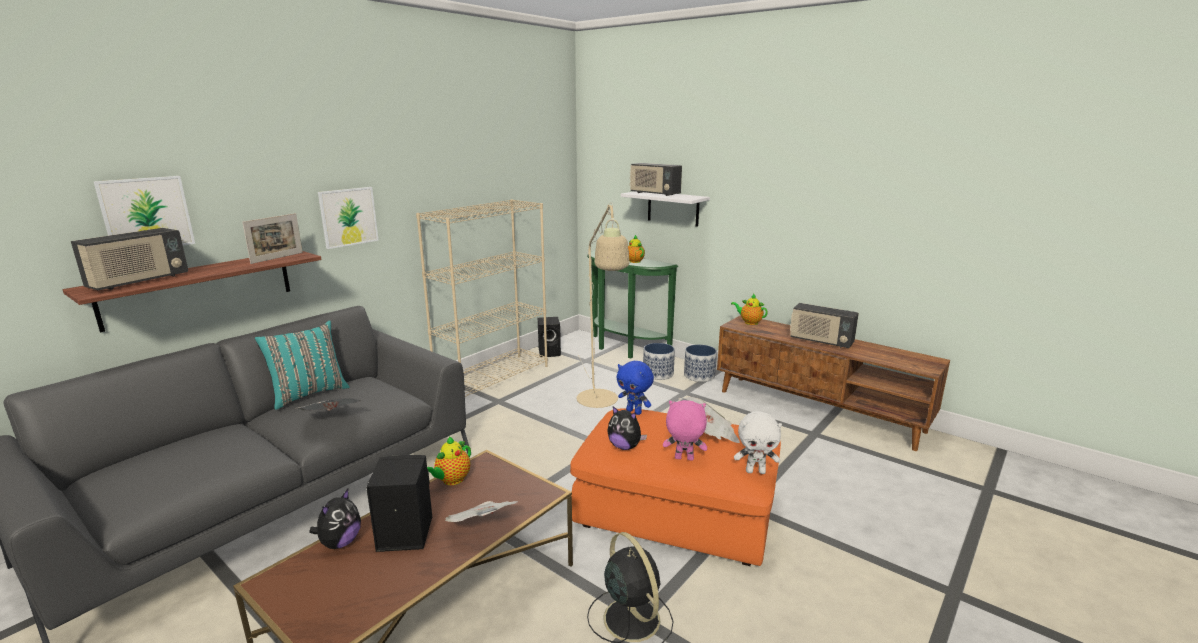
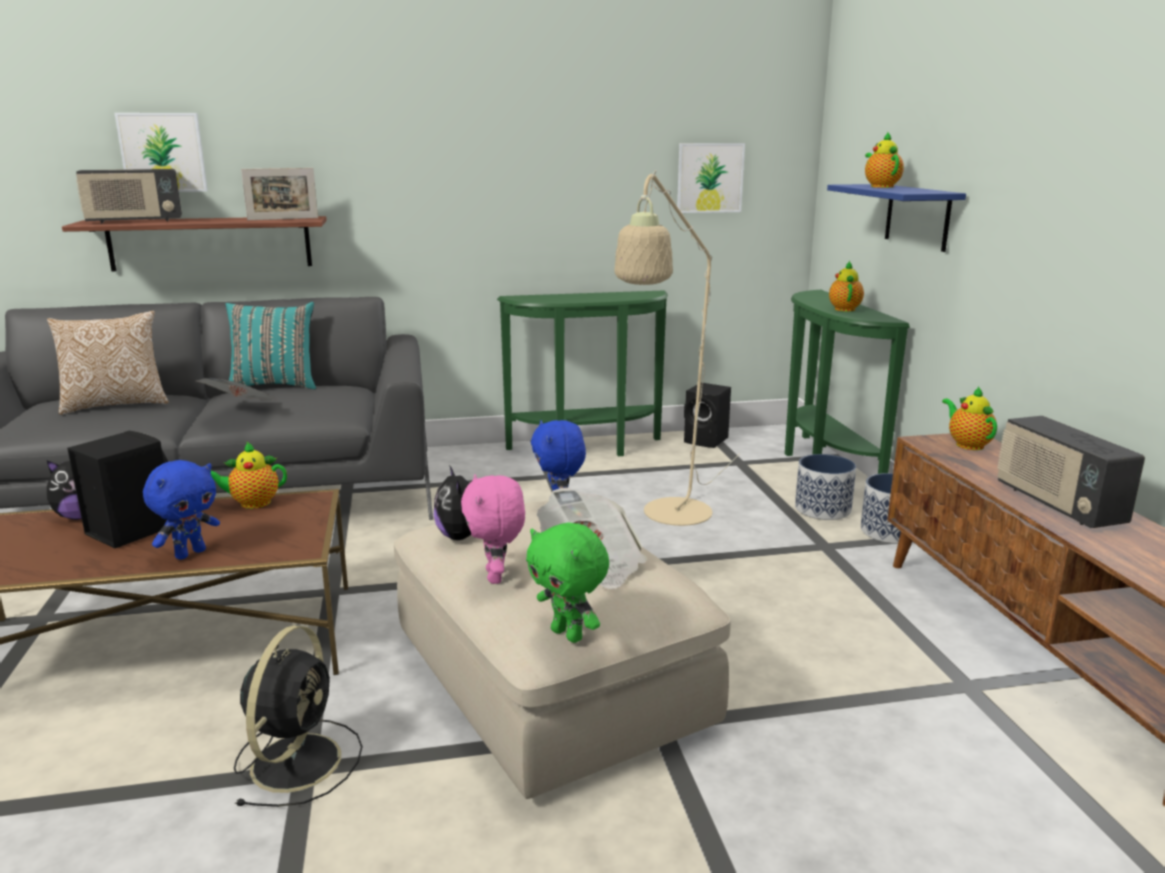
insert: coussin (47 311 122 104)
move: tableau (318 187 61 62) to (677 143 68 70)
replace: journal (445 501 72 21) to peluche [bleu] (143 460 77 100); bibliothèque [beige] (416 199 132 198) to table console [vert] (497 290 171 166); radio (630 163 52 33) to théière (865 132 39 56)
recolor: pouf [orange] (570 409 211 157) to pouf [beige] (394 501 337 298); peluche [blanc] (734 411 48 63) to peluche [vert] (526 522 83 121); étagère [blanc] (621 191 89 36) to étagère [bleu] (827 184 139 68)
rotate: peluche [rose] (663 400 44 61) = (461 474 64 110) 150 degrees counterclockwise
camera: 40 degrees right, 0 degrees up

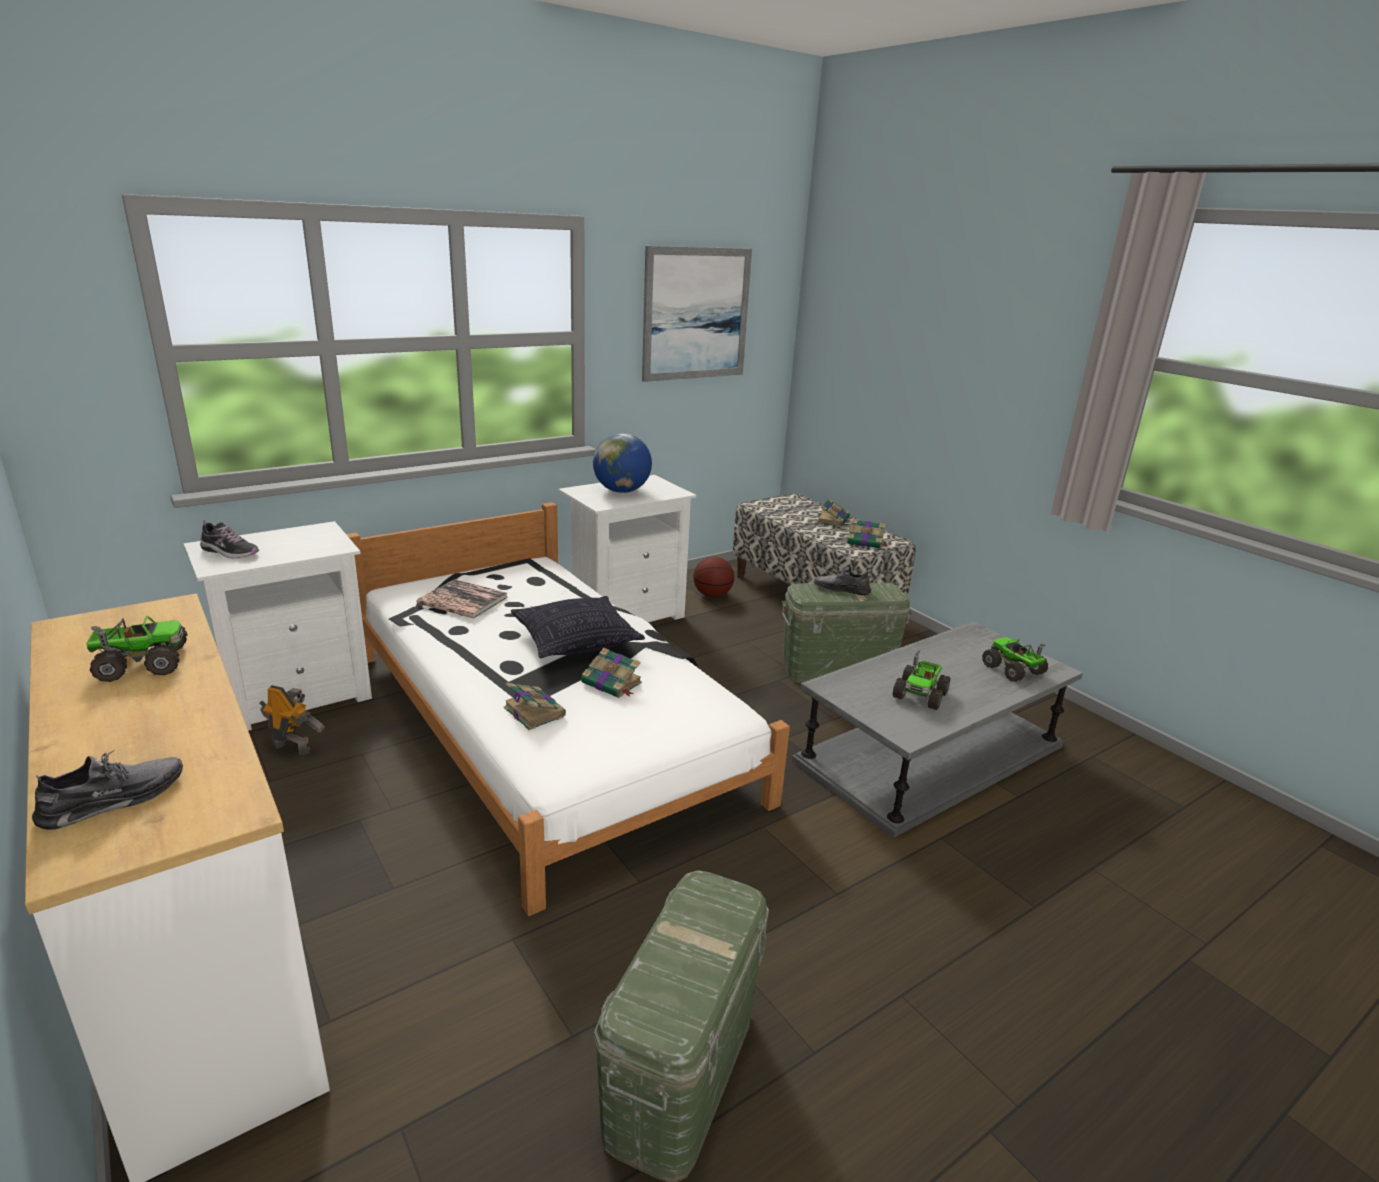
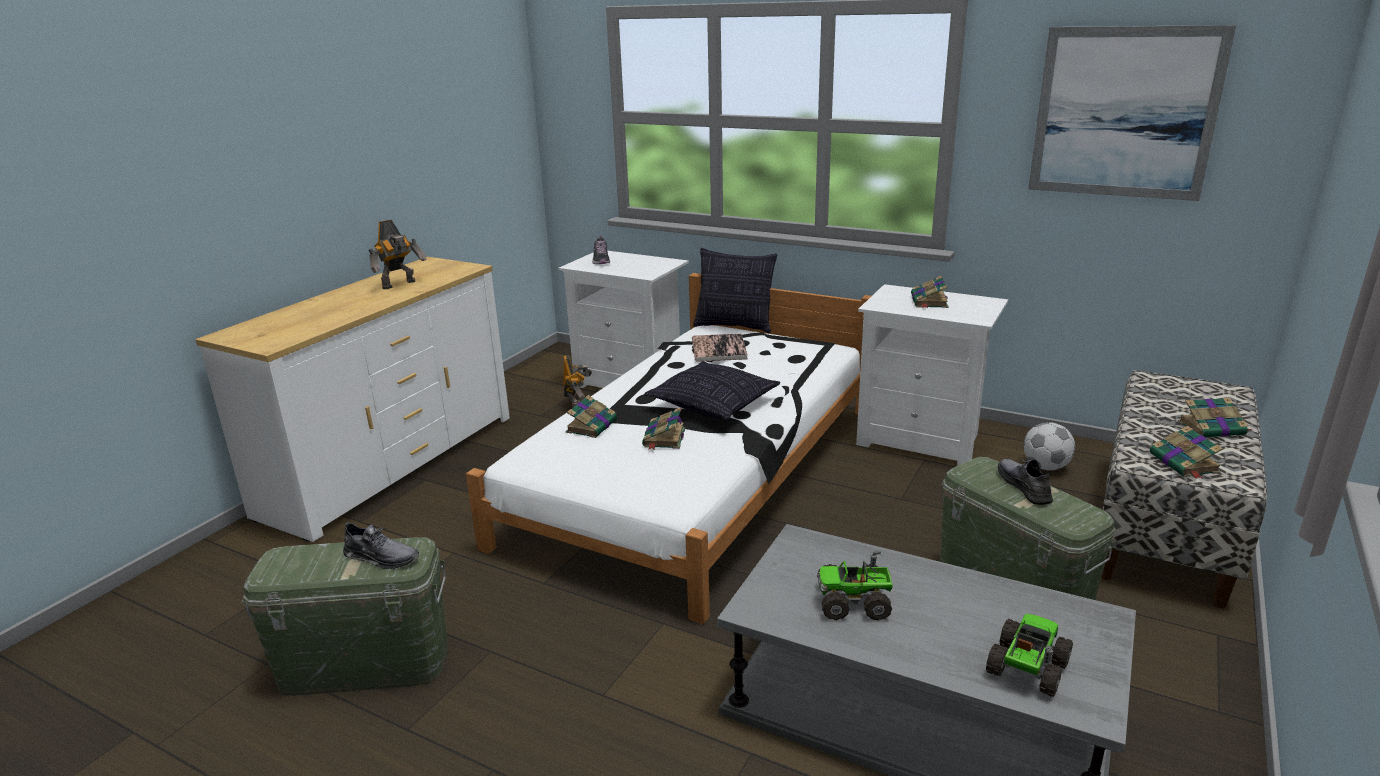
insert: coussin (693 248 84 85)
move: chaussure [gris] (32 750 151 80) to (343 522 76 47)
replace: camion jouet (86 615 102 67) to robot jouet (369 220 57 69); globe (593 433 59 60) to livre (911 276 38 32); ballon de basket (694 557 40 40) to ballon de foot (1023 422 52 49)
camera: 65 degrees right, 0 degrees up

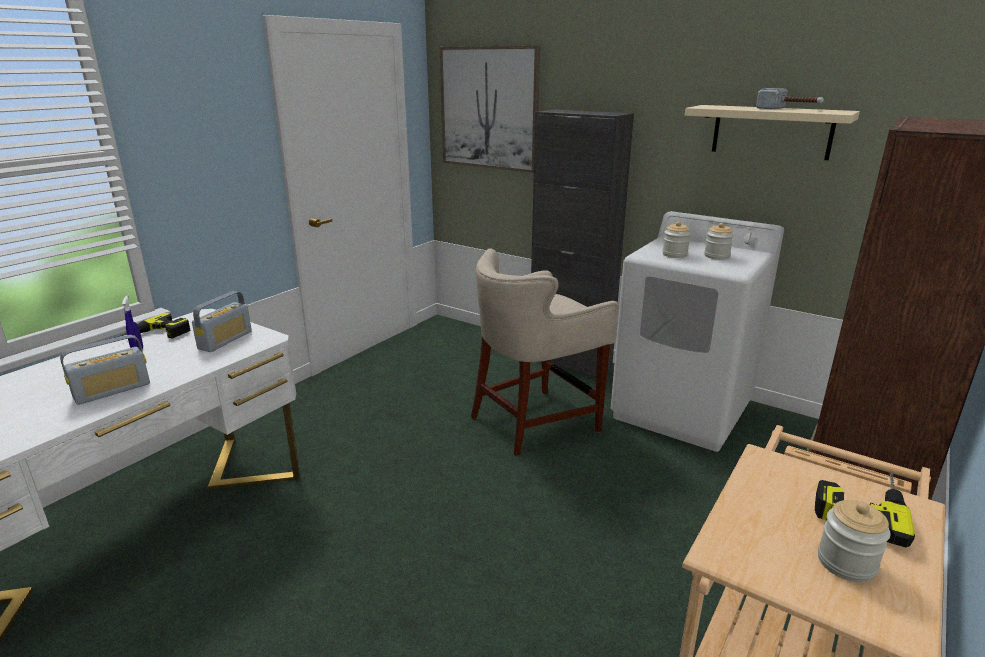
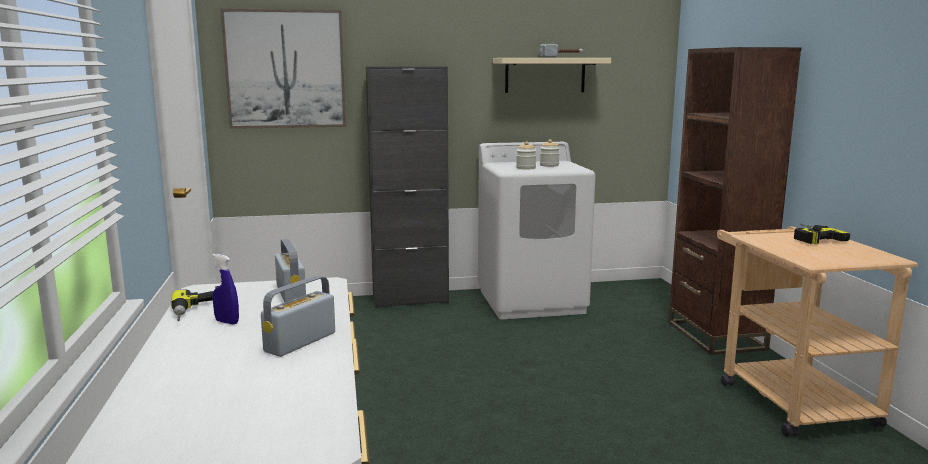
delete: tabouret [beige] (471 248 148 208); bocal (818 500 72 83)
rotate: radio (60 335 90 70) = (261 276 74 81) 150 degrees counterclockwise
camera: 45 degrees left, 10 degrees down

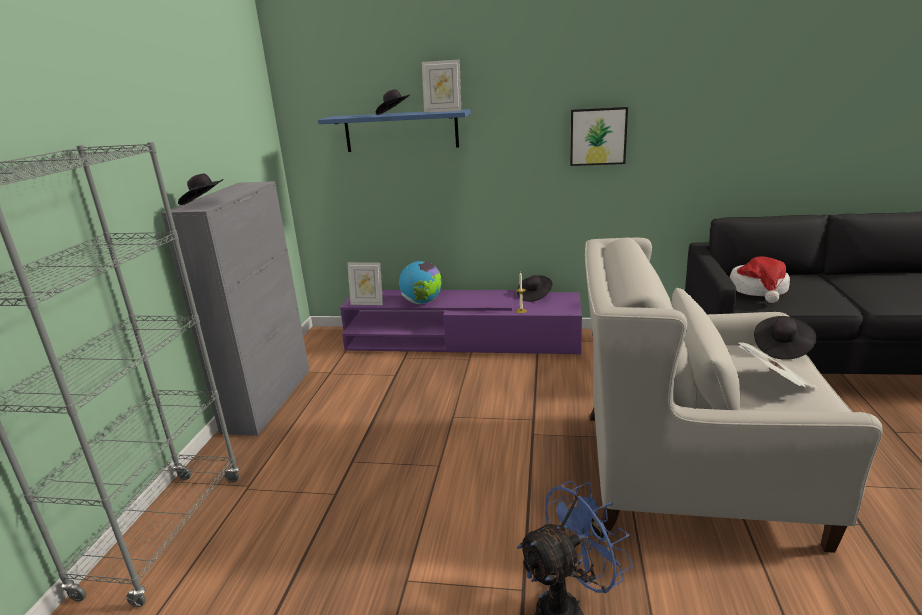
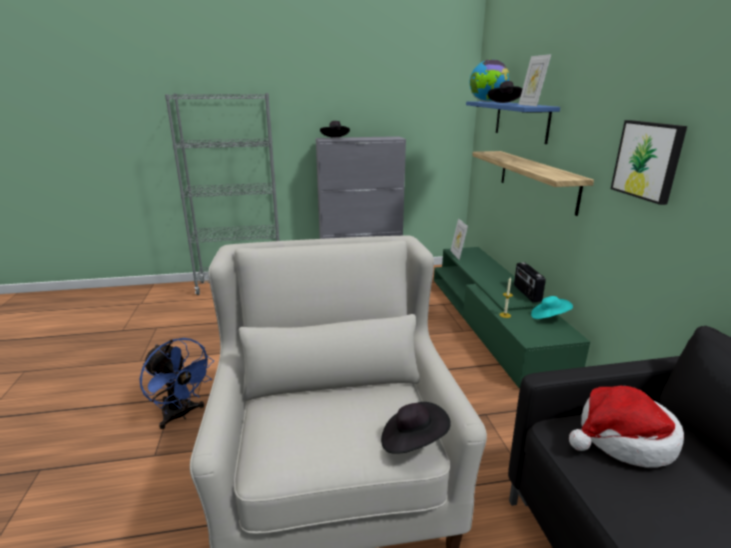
delete: journal (738 342 82 47)
insert: étagère (472 151 122 65); radio (514 263 32 40)
move: globe (399 261 43 43) to (470 60 39 42)
recolor: meuble télé [violet] (340 290 242 64) to meuble télé [vert] (434 247 156 141); chapeau [noir] (517 275 35 27) to chapeau [turquoise] (531 296 42 23)
camera: 70 degrees right, 0 degrees up

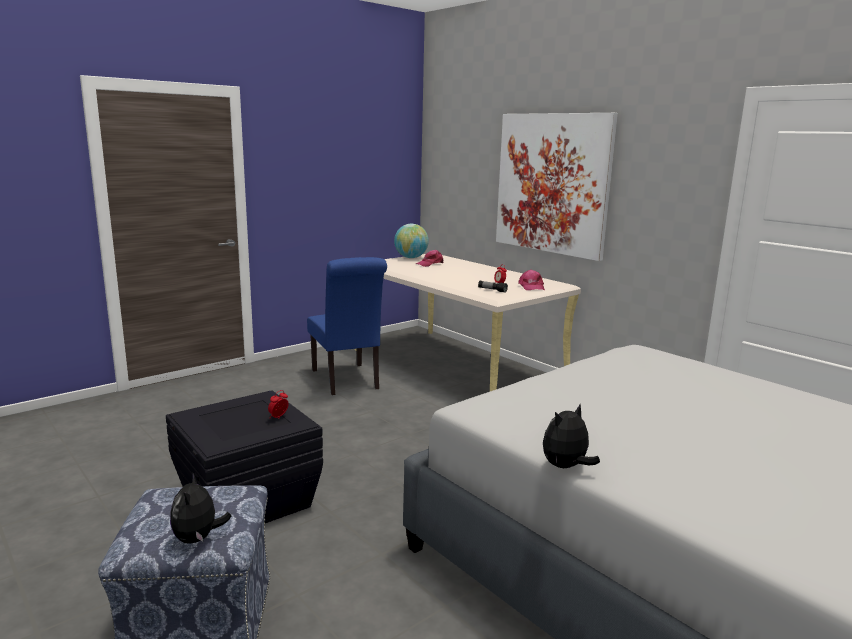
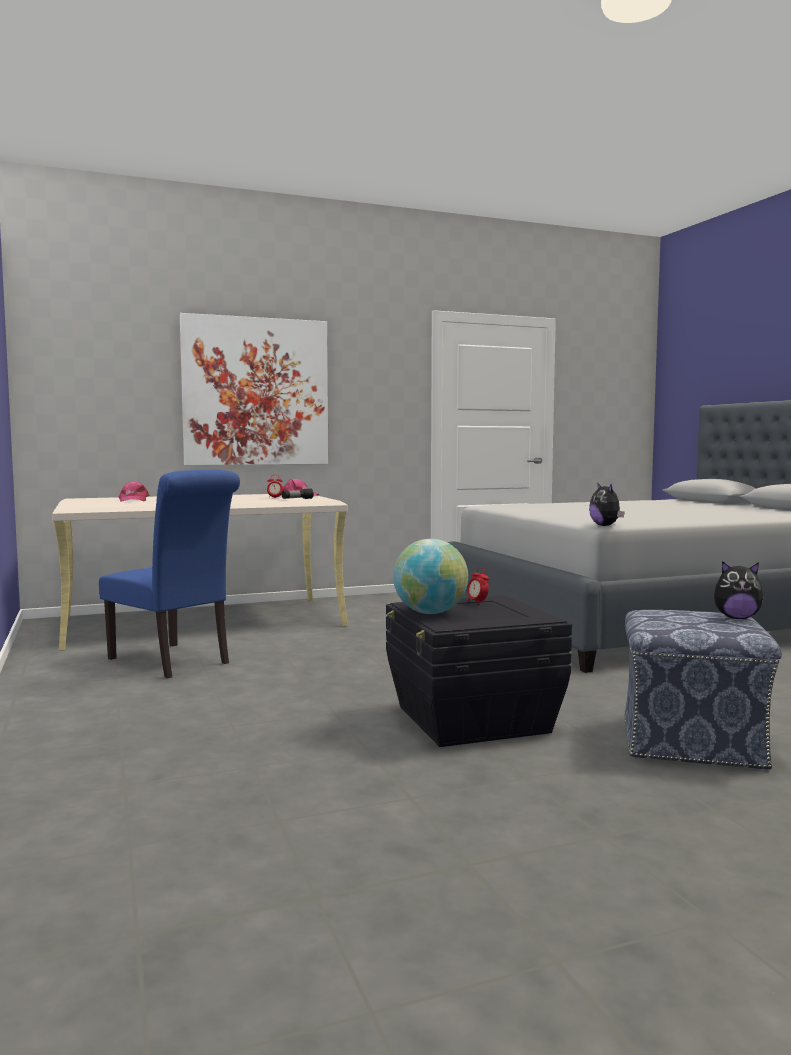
move: globe (394 224 35 34) to (393 539 75 75); peluche (543 404 57 64) to (589 482 35 44)
rotate: chaise [bleu] (307 257 80 138) = (99 470 141 208) 45 degrees clockwise
camera: 70 degrees left, 10 degrees down

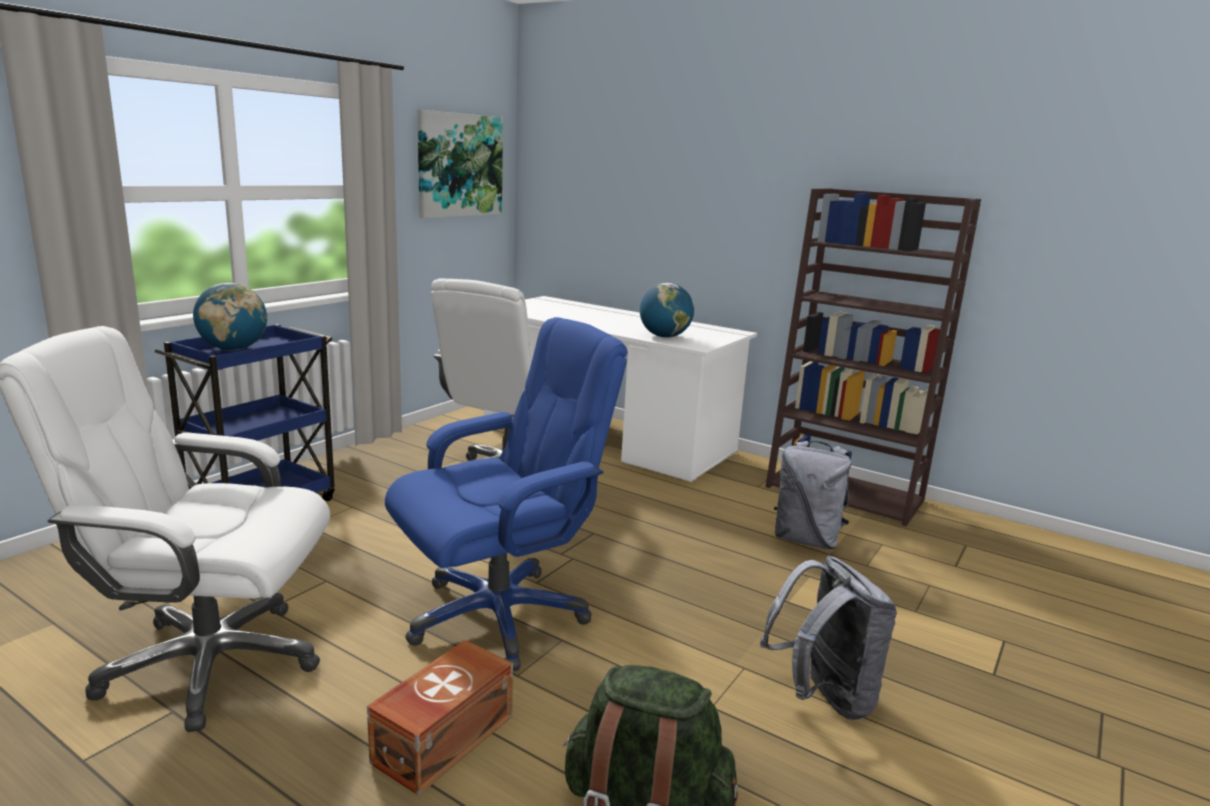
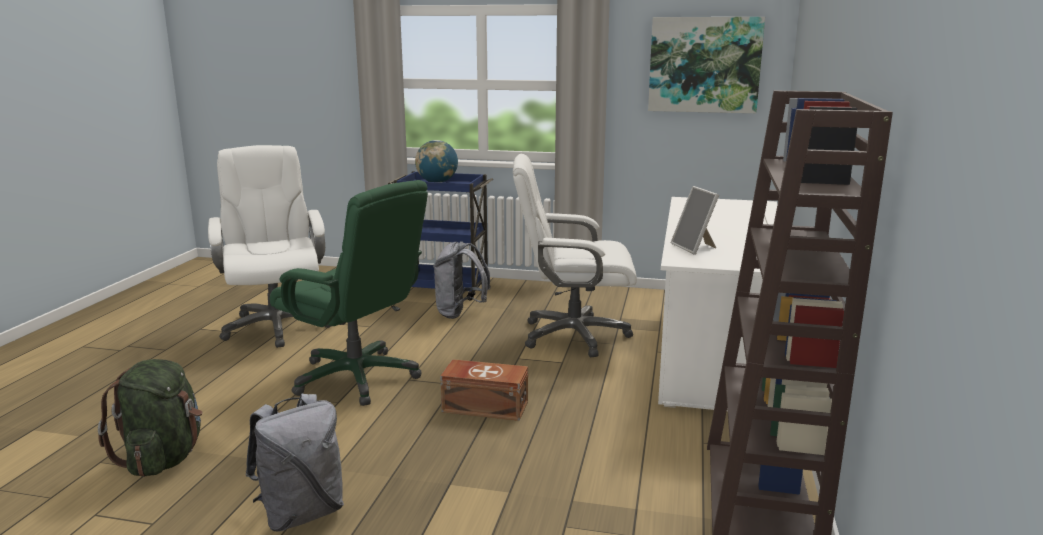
move: sac à dos [gris] (774 441 77 108) to (433 241 57 78); boîte de rangement [marron] (367 640 146 156) to (440 359 88 62)
replace: globe (640 283 54 55) to cadre photo (671 186 48 69)
recolor: chaise de bureau [bleu] (385 317 243 354) to chaise de bureau [vert] (270 180 158 226)
camera: 70 degrees right, 0 degrees up

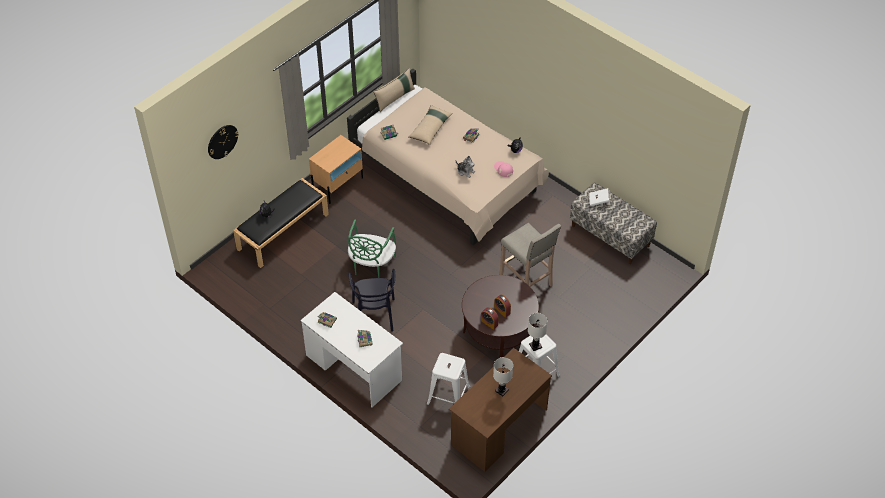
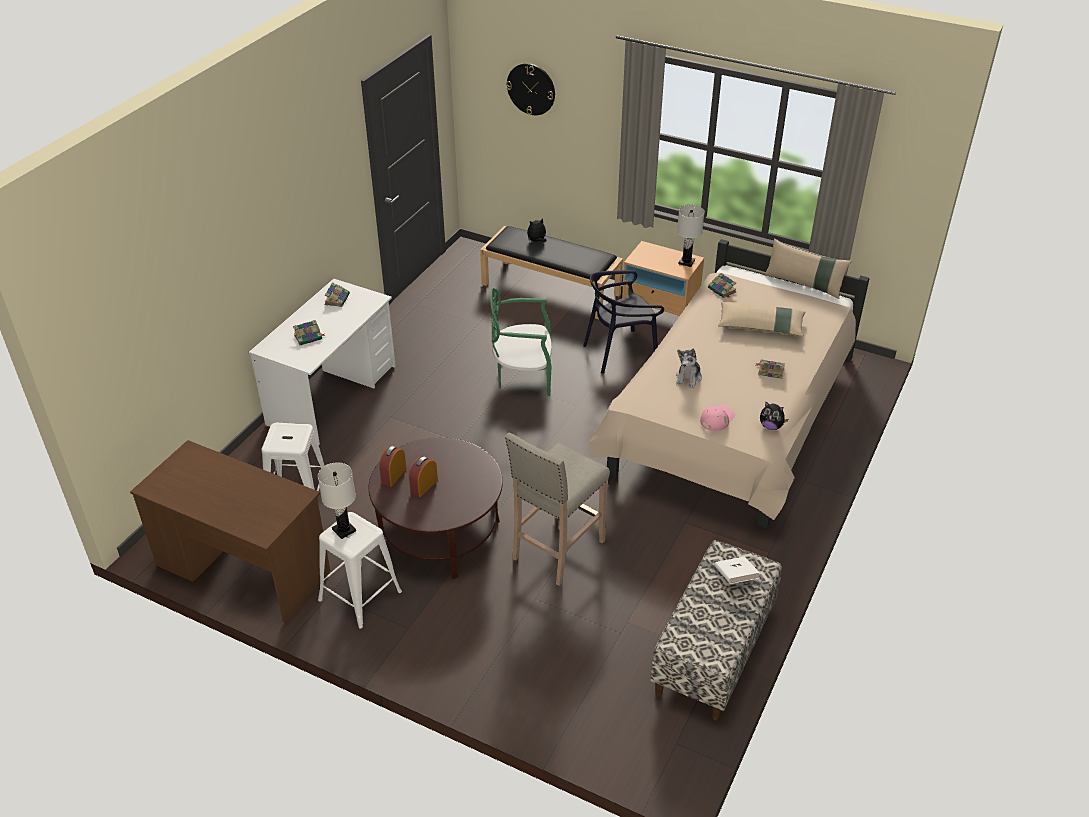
move: chaise [noir] (348 269 47 63) to (583 270 81 104); lampe de table [blanc] (493 357 20 39) to (677 205 28 62)
camera: 75 degrees right, 10 degrees down

